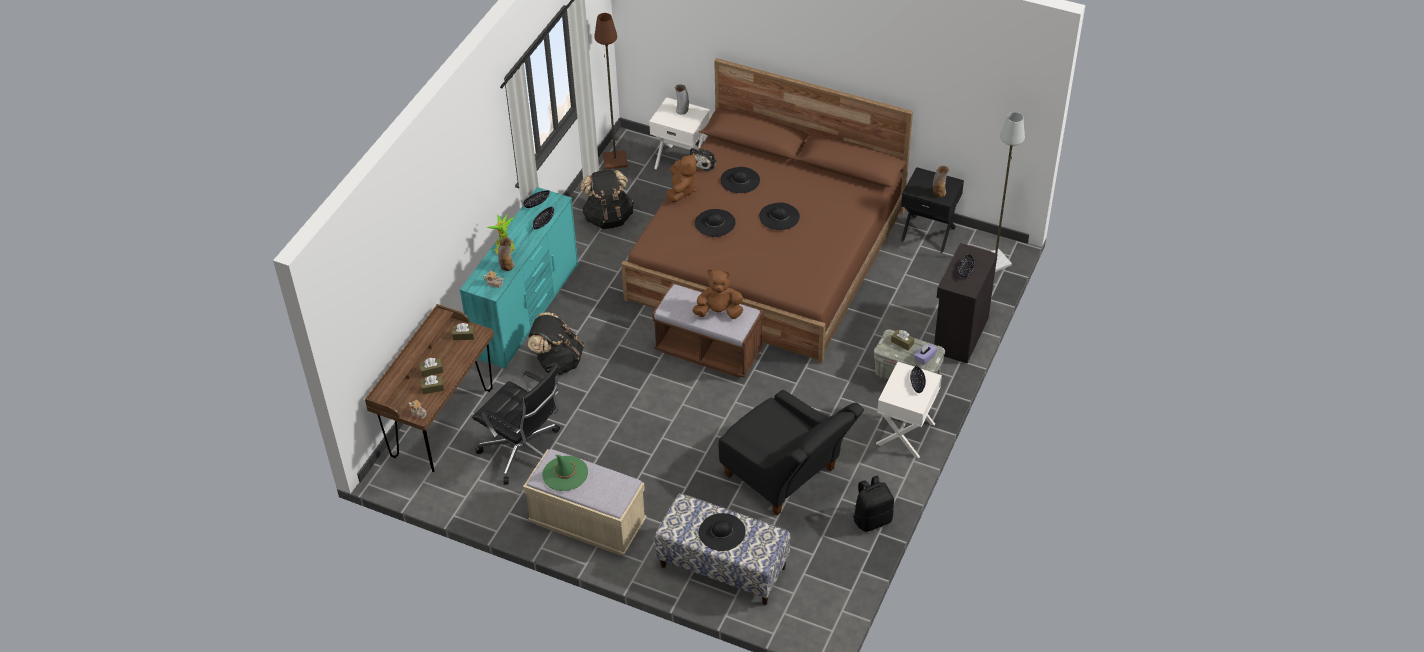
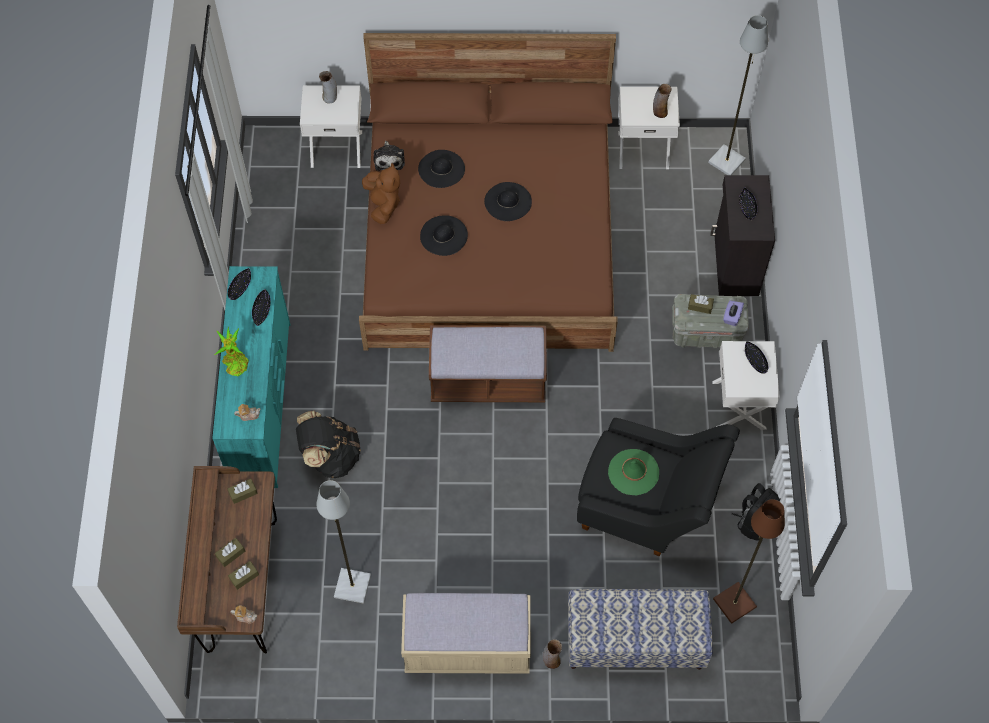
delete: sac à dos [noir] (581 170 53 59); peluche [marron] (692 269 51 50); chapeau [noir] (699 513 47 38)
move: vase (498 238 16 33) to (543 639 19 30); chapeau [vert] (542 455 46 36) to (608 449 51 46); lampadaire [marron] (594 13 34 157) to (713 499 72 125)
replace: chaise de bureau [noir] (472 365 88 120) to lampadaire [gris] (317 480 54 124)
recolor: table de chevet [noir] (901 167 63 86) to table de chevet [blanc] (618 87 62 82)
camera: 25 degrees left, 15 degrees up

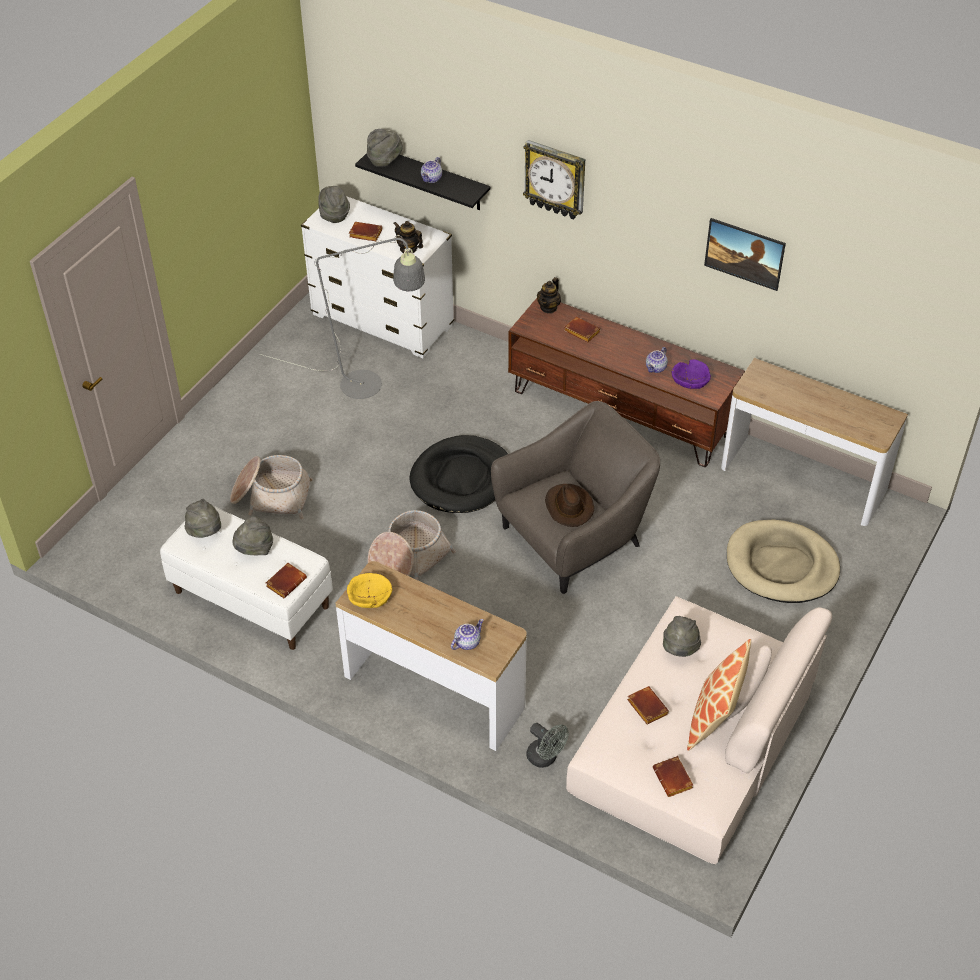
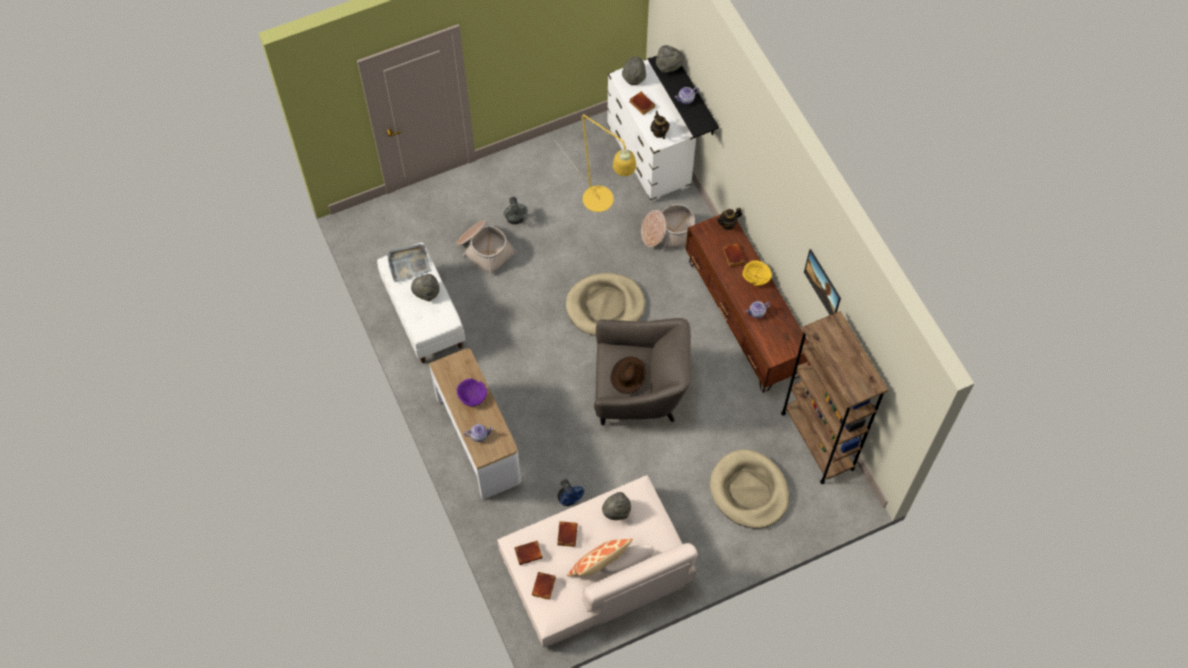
delete: horloge murale (523 140 62 80)
insert: ventilateur [bleu] (558 479 26 27)
move: bol [violet] (672 359 39 30) to (457 379 30 28); ventilateur [gris] (526 723 43 45) to (504 197 24 27); livre [marron] (266 563 41 35) to (514 541 28 24); panier (368 510 88 71) to (641 204 54 48); bol [jaune] (347 573 45 35) to (742 260 30 26)
replace: chapeau [gris] (184 499 37 39) to plateau [gris] (387 244 44 38); table console (721 358 187 168) to bibliothèque [marron] (781 311 107 173)
recolor: lampadaire [gris] (260 235 165 164) to lampadaire [jaune] (553 114 83 98); panier pour chien [noir] (410 435 98 78) to panier pour chien [beige] (566 273 79 63)
camera: 35 degrees right, 15 degrees up

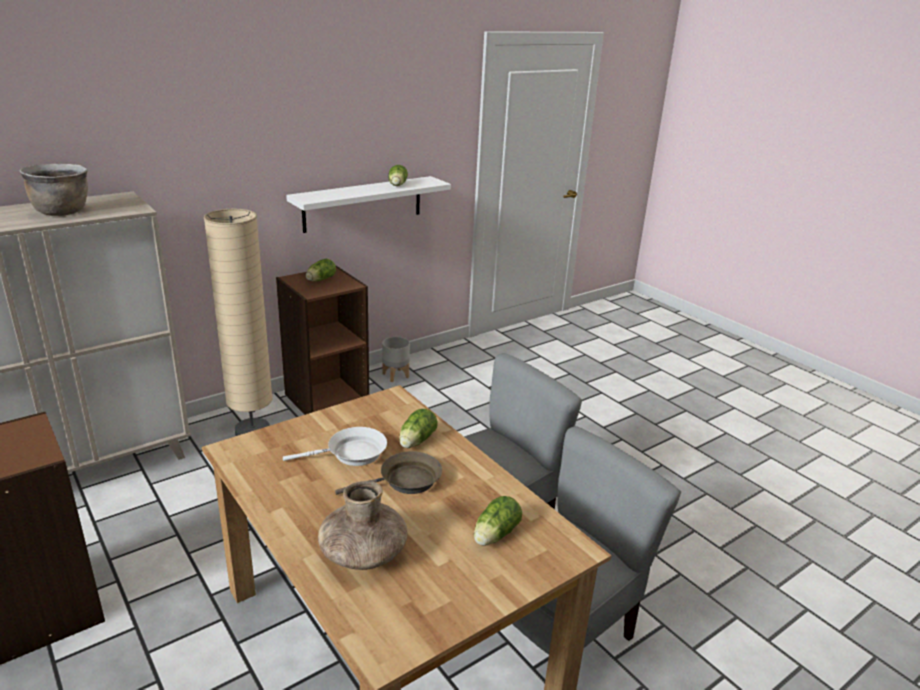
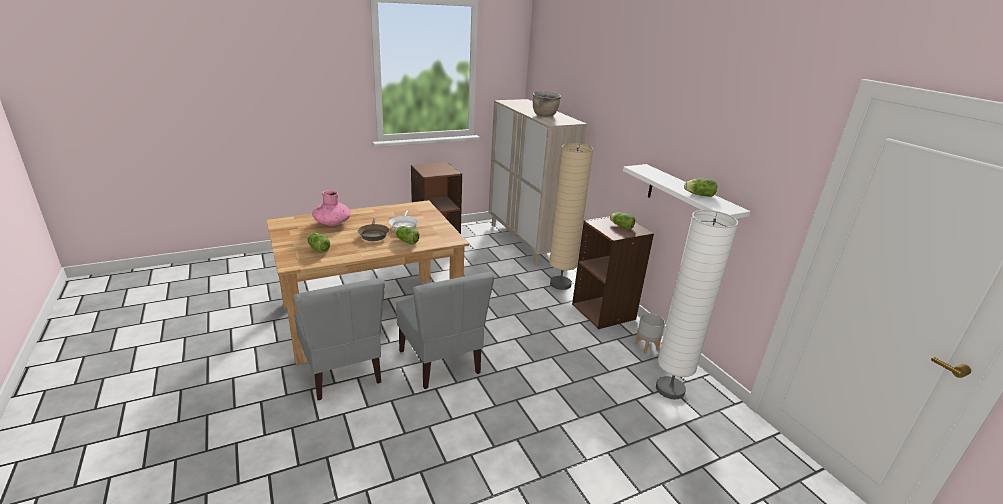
insert: lampadaire [blanc] (656 210 82 190)
recolor: vase [marron] (318 481 89 89) to vase [rose] (312 190 39 36)
camera: 100 degrees right, 0 degrees up

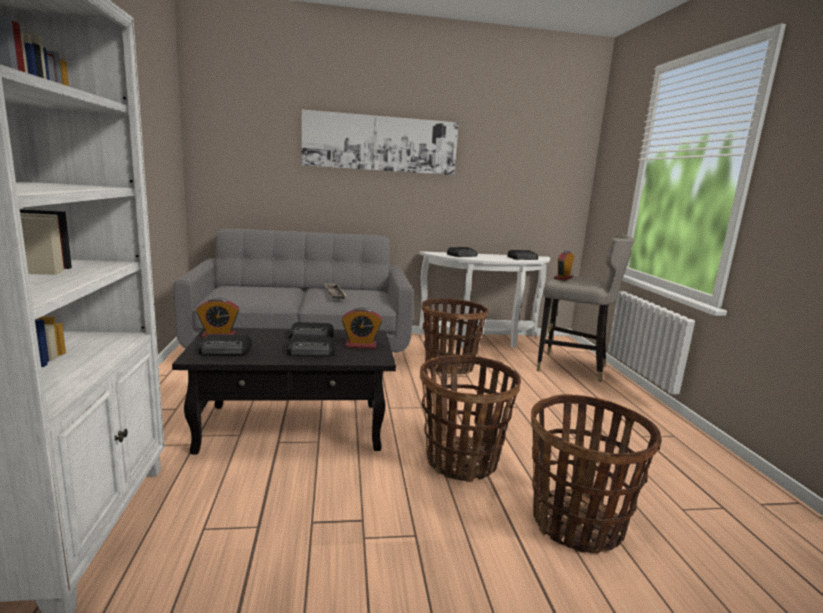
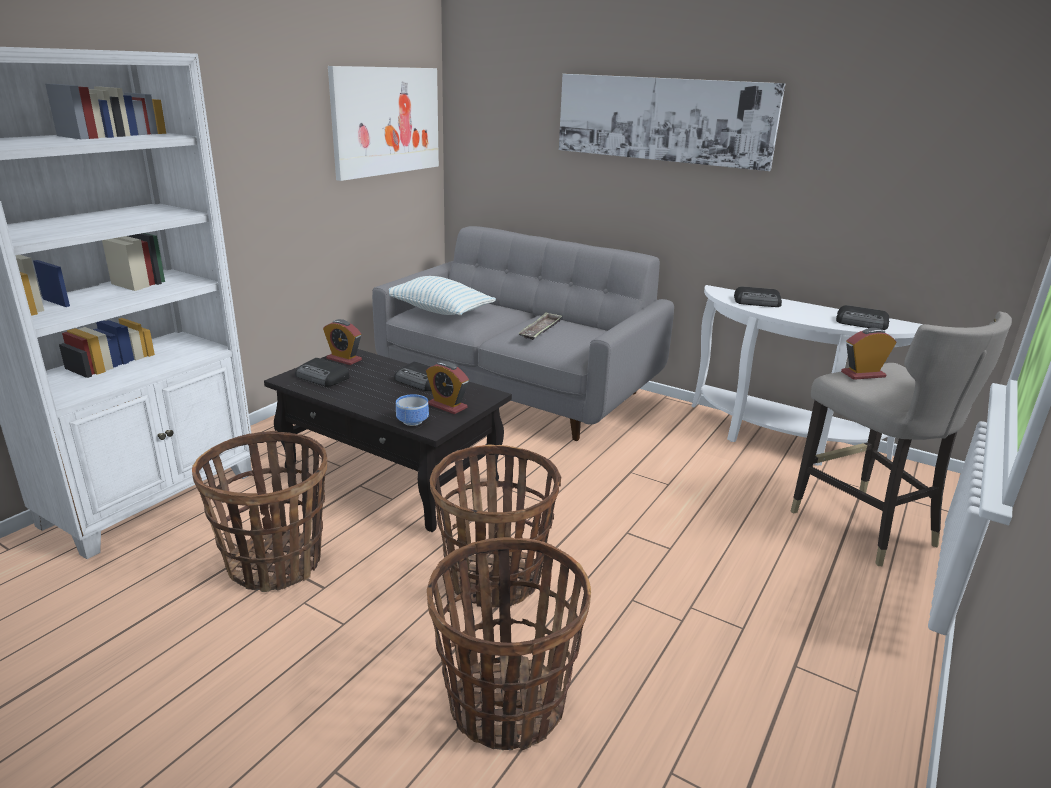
delete: radio (287 336 49 20)
insert: tableau (328 66 111 115); coussin (389 276 107 39); bol (396 394 33 32)
move: panier (422 298 66 76) to (192 431 135 161)
camera: 40 degrees right, 10 degrees up

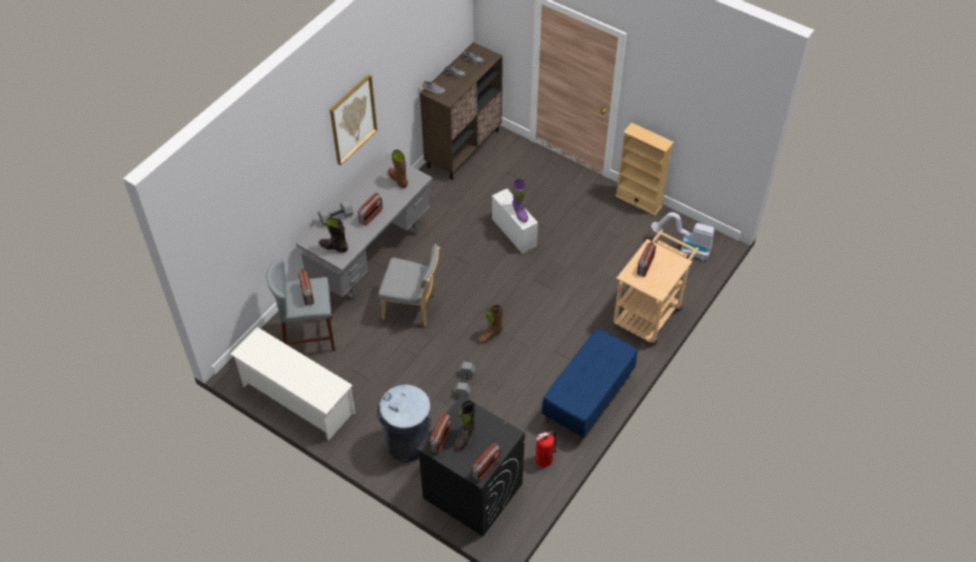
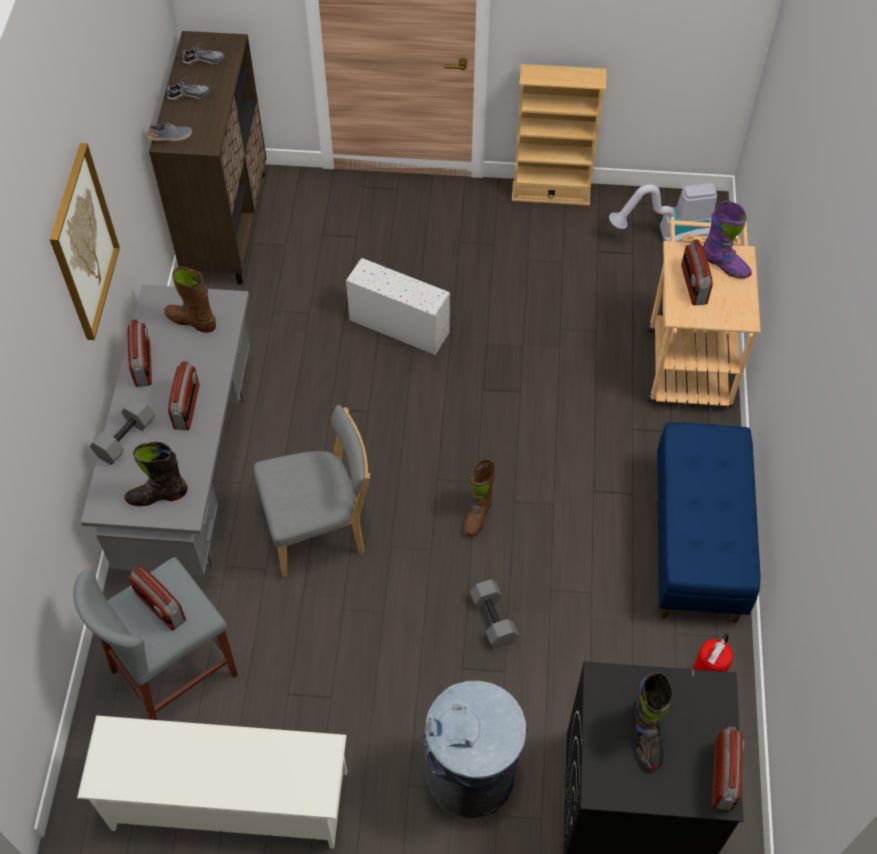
move: radio (429 413 23 41) to (128 319 24 68); botte [violet] (512 179 16 43) to (703 201 49 77)
camera: 30 degrees left, 5 degrees up

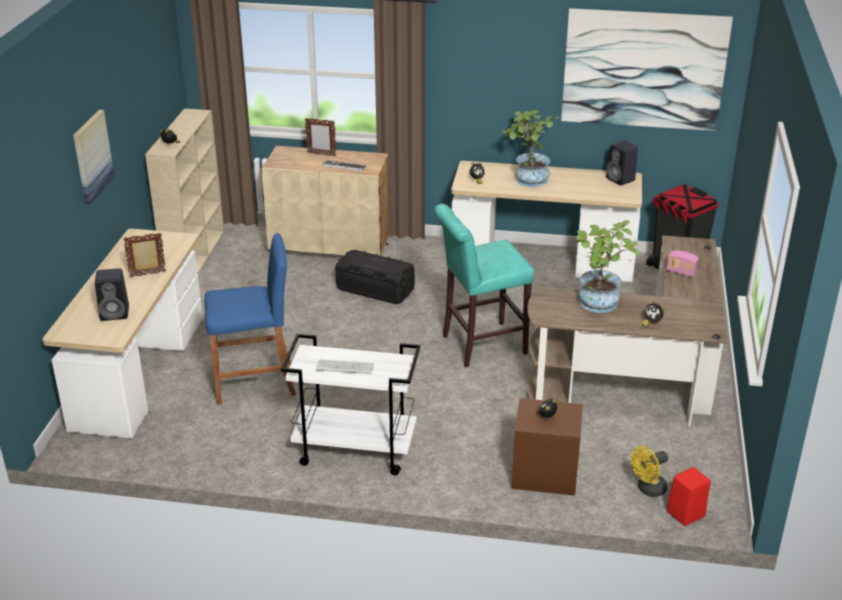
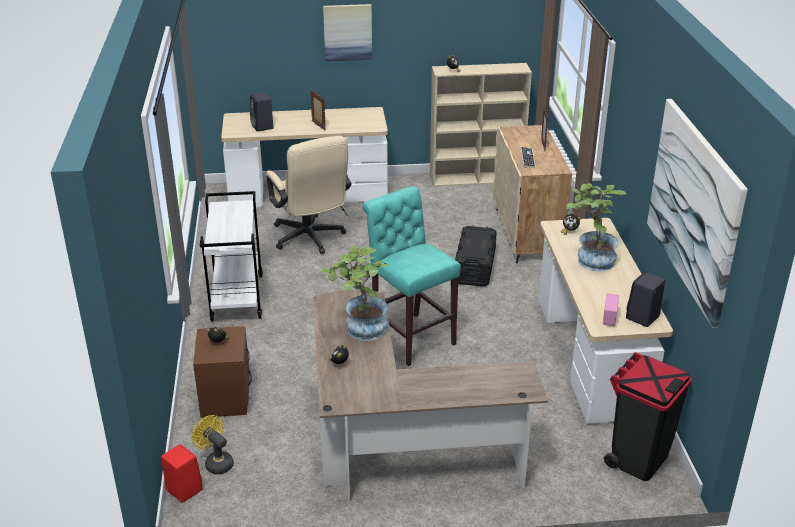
delete: clavier (316 360 58 14)
move: radio (667 251 32 26) to (603 293 16 33)
replace: tabouret [bleu] (205 233 91 172) to chaise de bureau [beige] (266 136 85 118)
camera: 75 degrees right, 0 degrees up

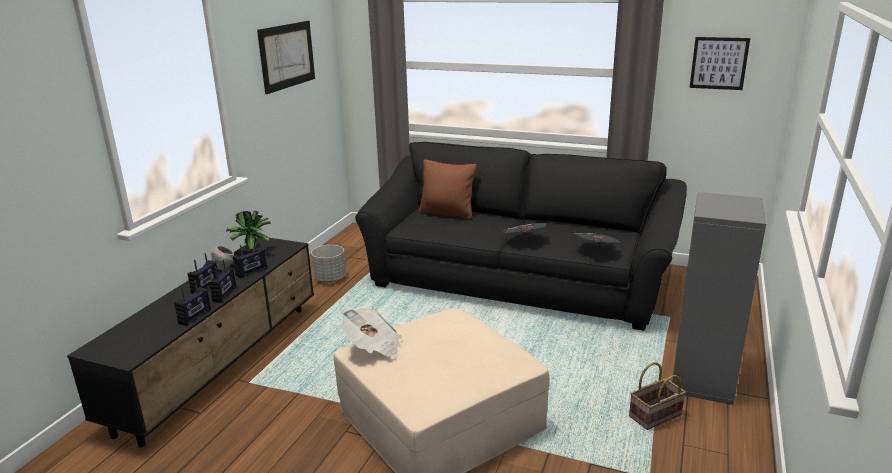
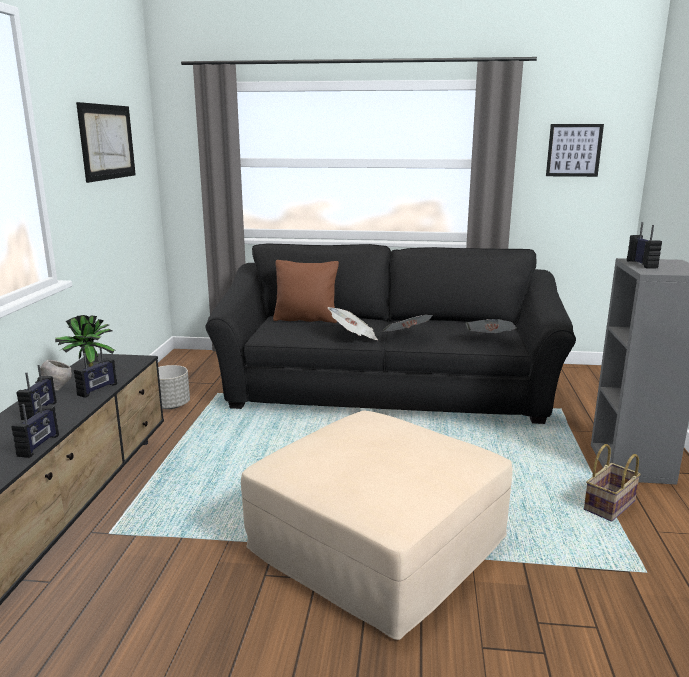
move: journal (341 308 60 50) to (328 307 50 33); radio (209 260 27 43) to (627 222 35 47)
camera: 15 degrees left, 5 degrees down

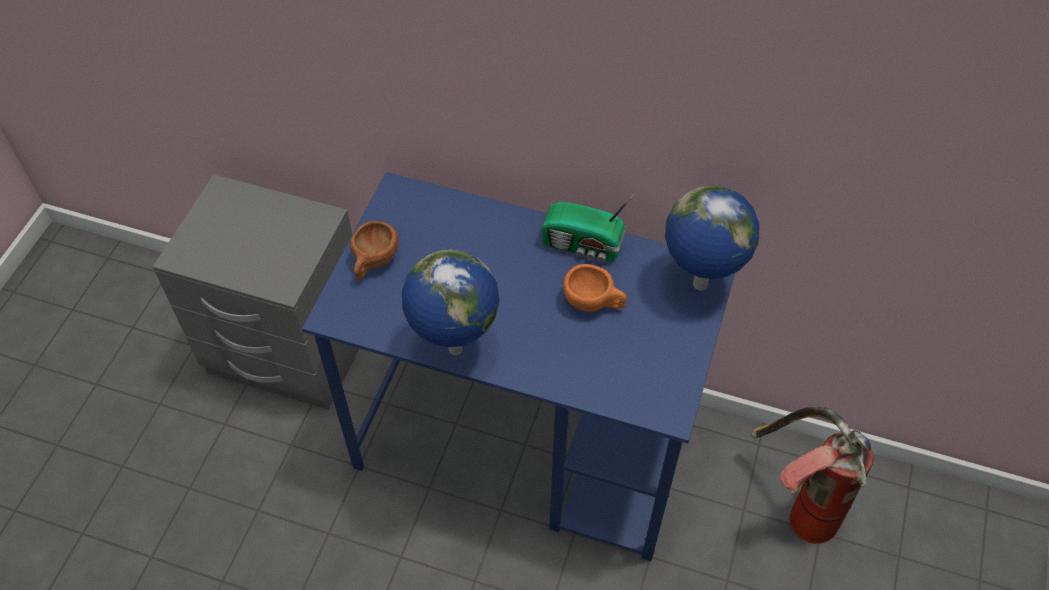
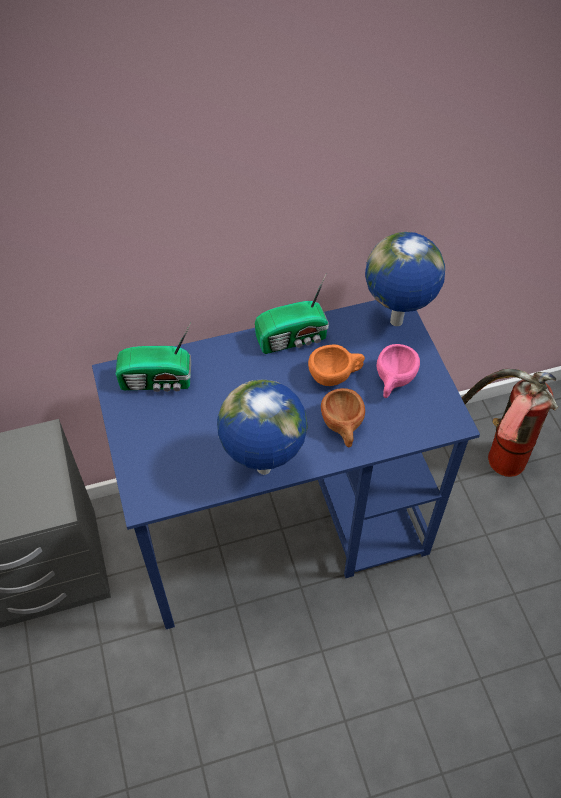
insert: radio (116 323 75 69); tasse [rose] (376 344 44 54)
move: tasse [marron] (350 221 49 59) to (321 388 44 60)
camera: 35 degrees left, 0 degrees up

